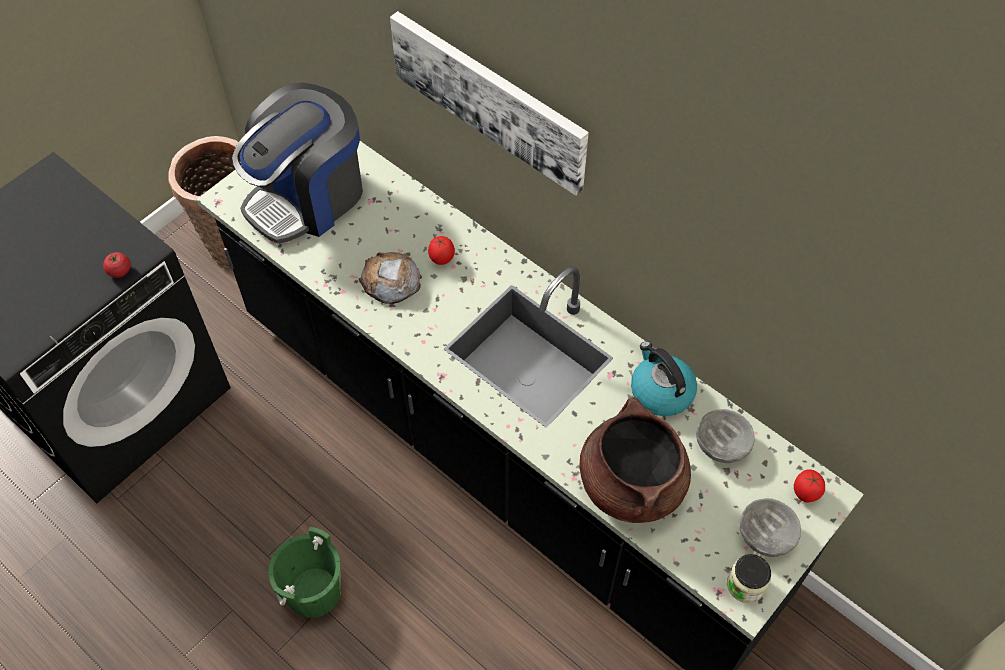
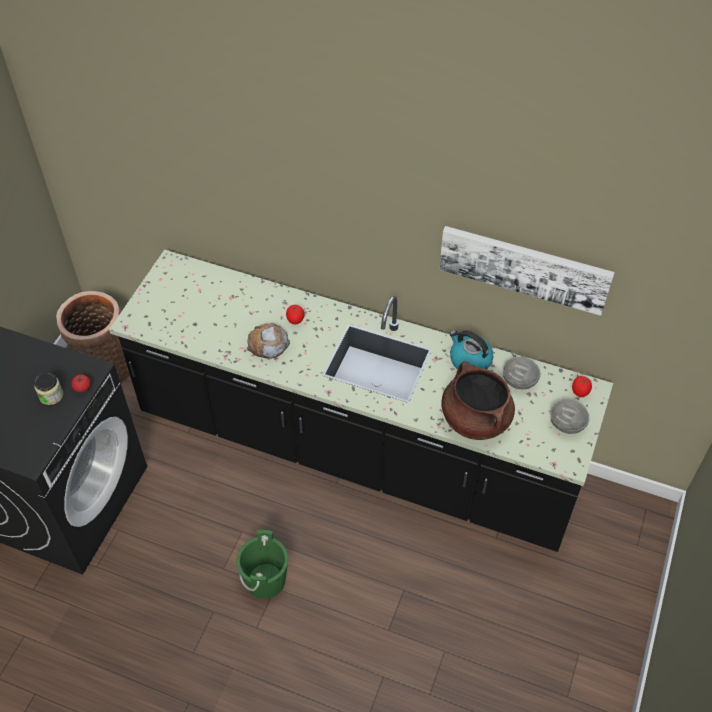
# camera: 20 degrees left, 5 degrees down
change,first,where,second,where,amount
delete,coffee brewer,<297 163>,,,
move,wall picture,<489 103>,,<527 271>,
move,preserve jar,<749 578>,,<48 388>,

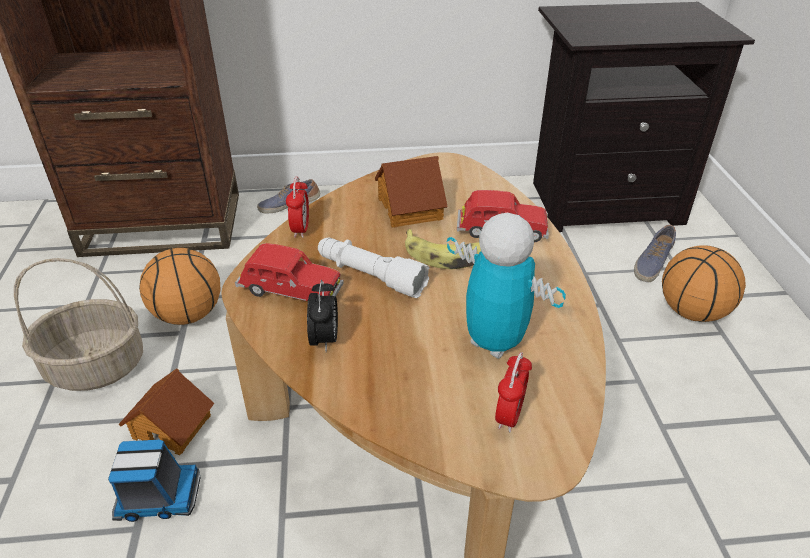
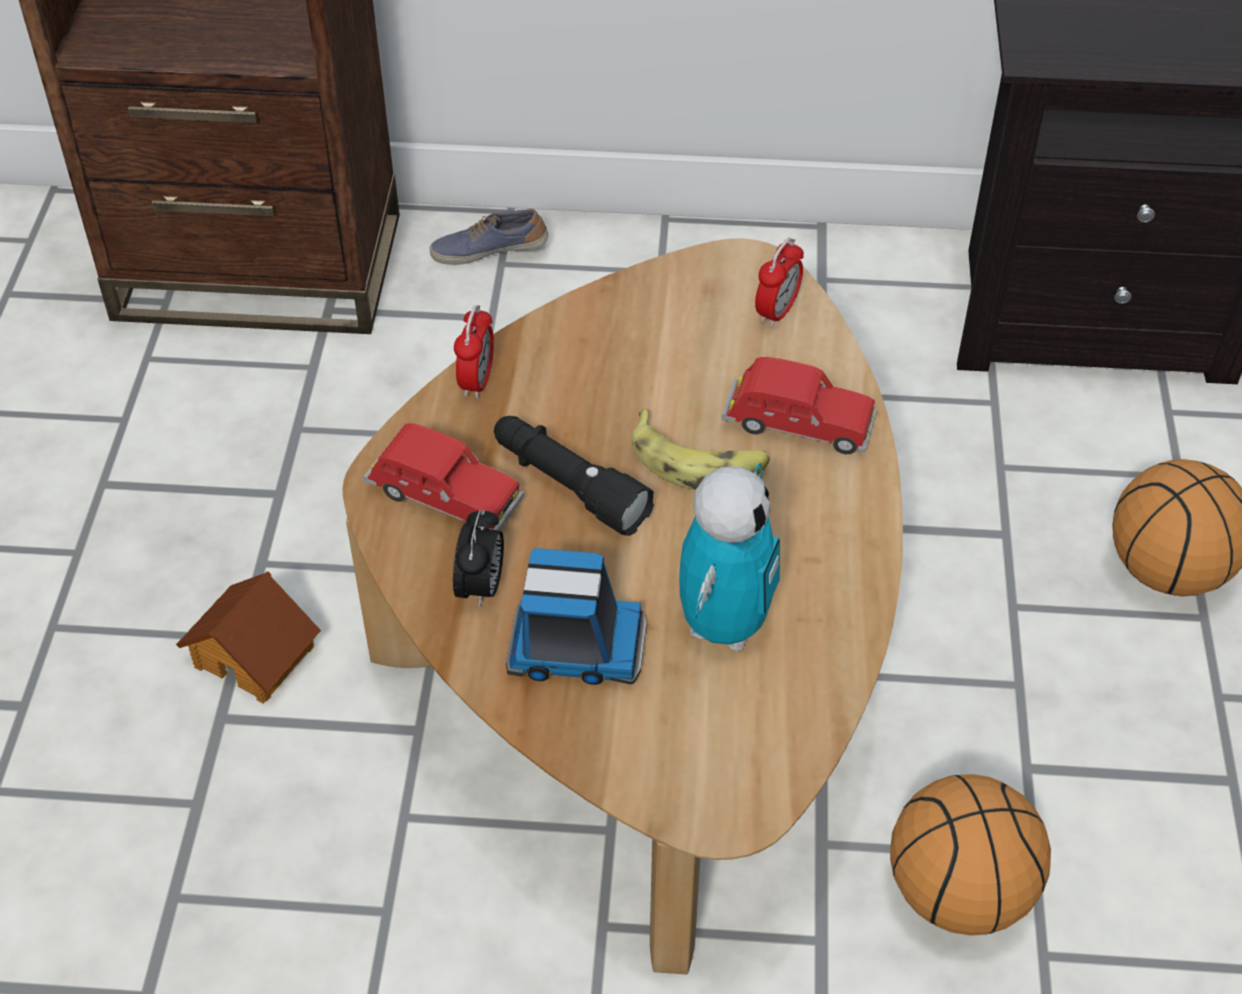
# camera: 10 degrees right, 10 degrees up
change,first,where,second,where,amount
delete,basket,<78 324>,,,
move,toy truck,<154 481>,,<576 616>,
move,basketball,<179 286>,,<970 854>,
recolor,torch (whitish),<374 267>,torch (black),<574 476>,
delete,miniature house,<411 191>,,,
rotate,robot figure,<506 286>,,<729 557>,60 degrees clockwise
move,bedside clock,<513 392>,,<779 283>,
delete,shoe,<655 253>,,,

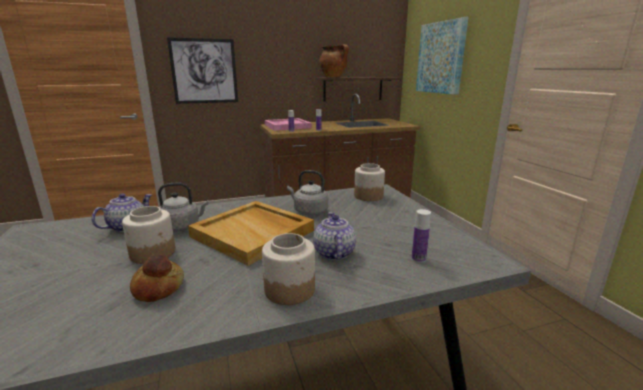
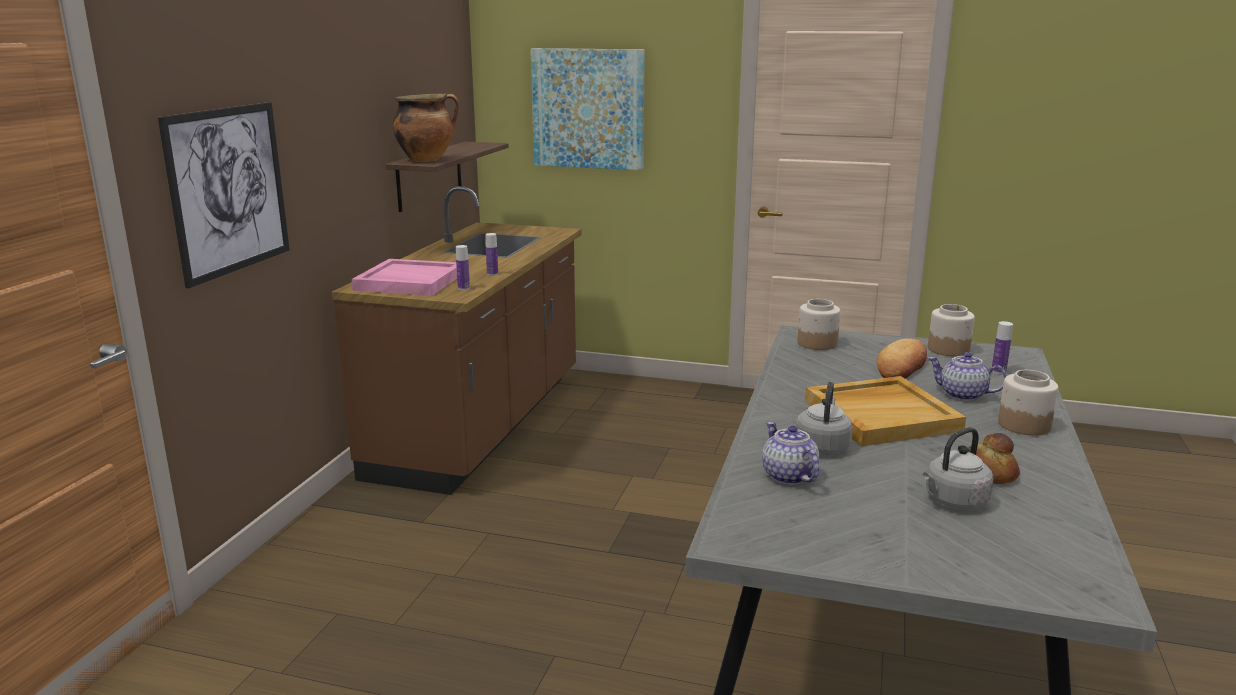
# camera: 55 degrees left, 0 degrees up
change,first,where,second,where,amount
move,preserve jar,<148 235>,,<951 330>,
move,water kettle (grey),<307 192>,,<958 468>,
insert,,,bread,<902 358>,

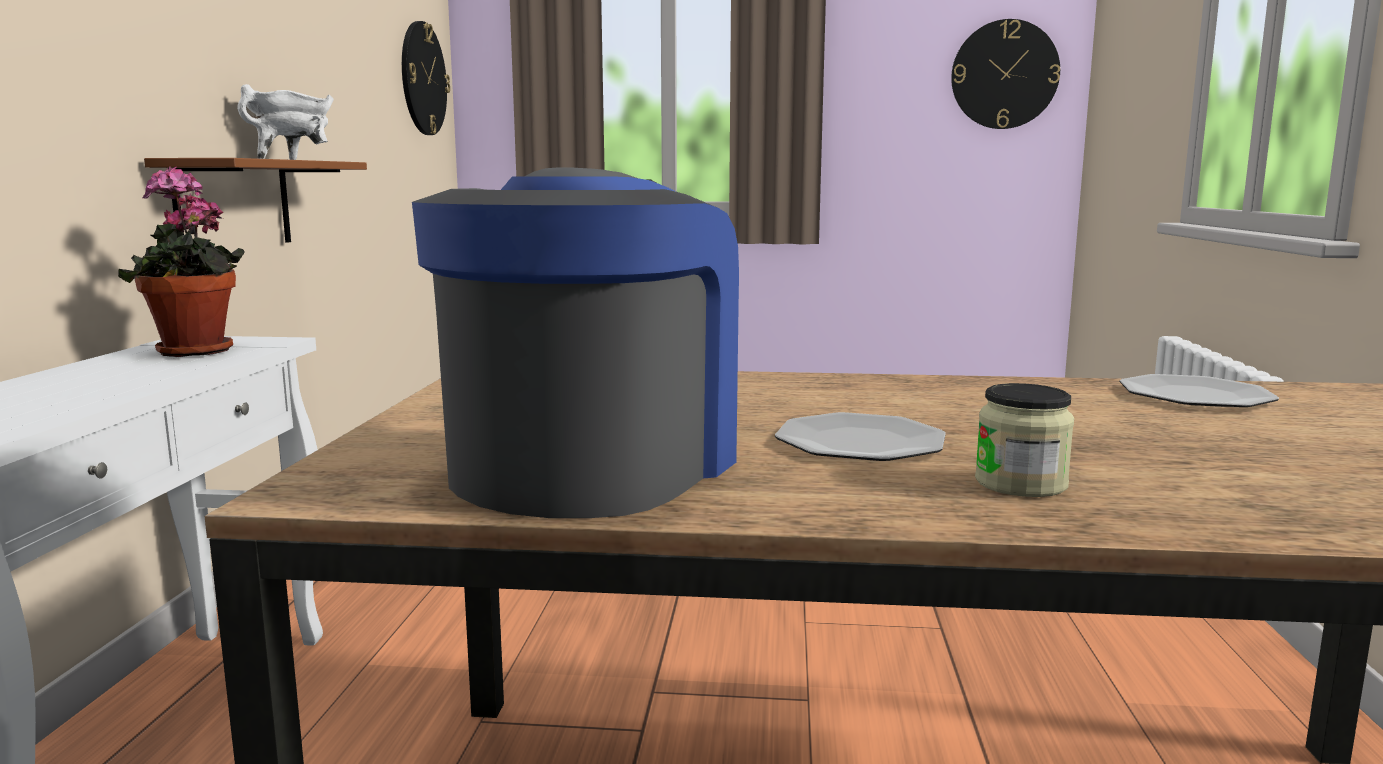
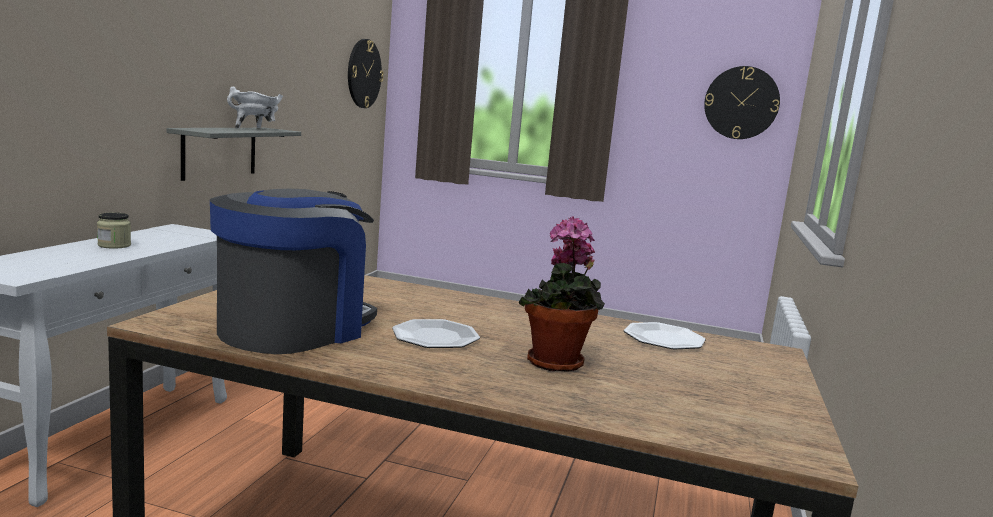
# camera: 10 degrees right, 0 degrees up
change,first,where,second,where,amount
move,potted plant,<181 262>,,<562 294>,
recolor,wall shelf (brownish),<255 205>,wall shelf (grey),<234 154>,
move,preserve jar,<1024 440>,,<114 230>,

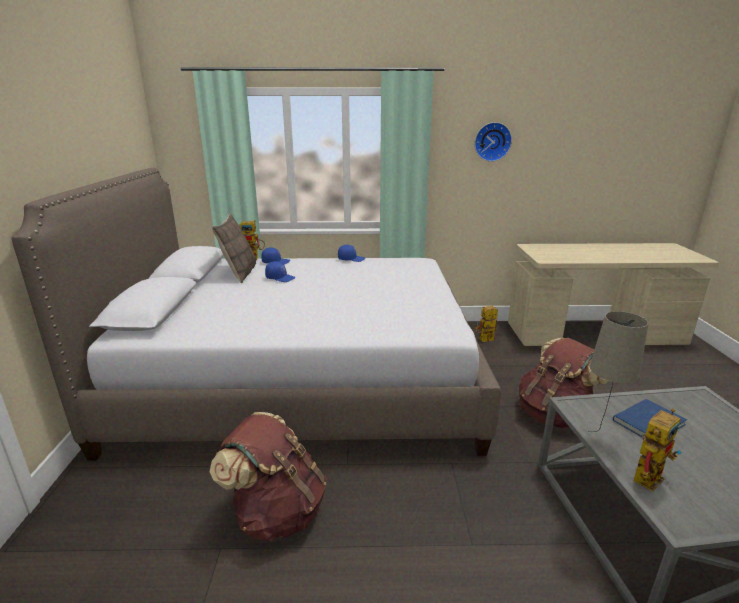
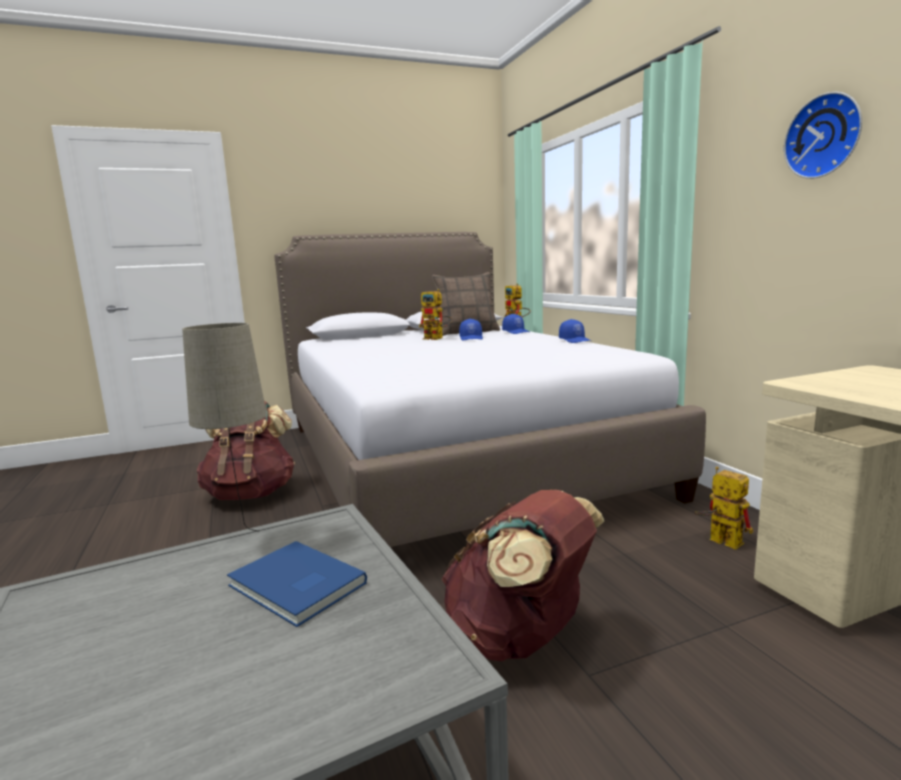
# camera: 70 degrees right, 10 degrees down
change,first,where,second,where,amount
move,robot figure,<657 450>,,<435 314>,

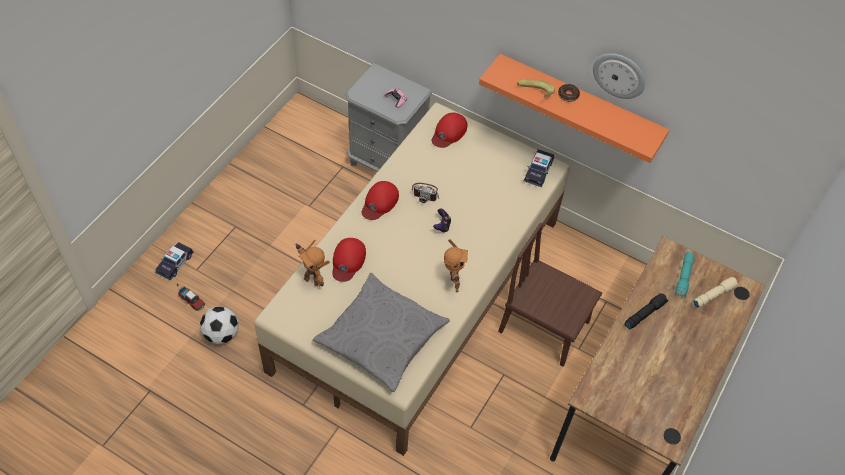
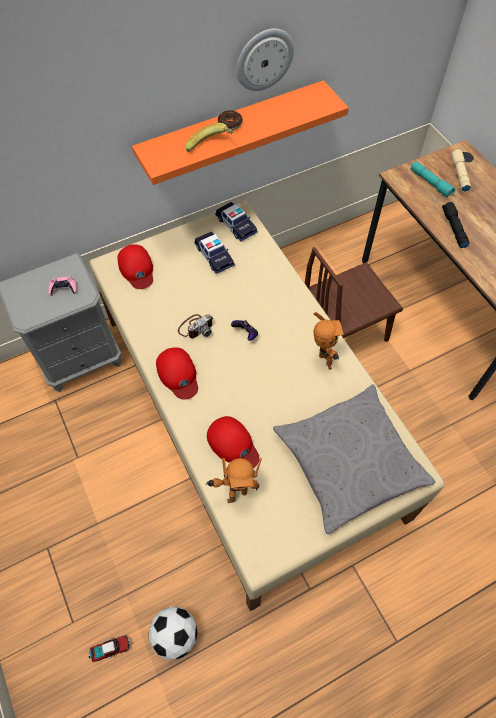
# camera: 55 degrees left, 5 degrees up
change,first,where,second,where,amount
move,toy car,<174 261>,,<214 252>,
rotate,robot figure,<456 265>,,<328 341>,45 degrees clockwise

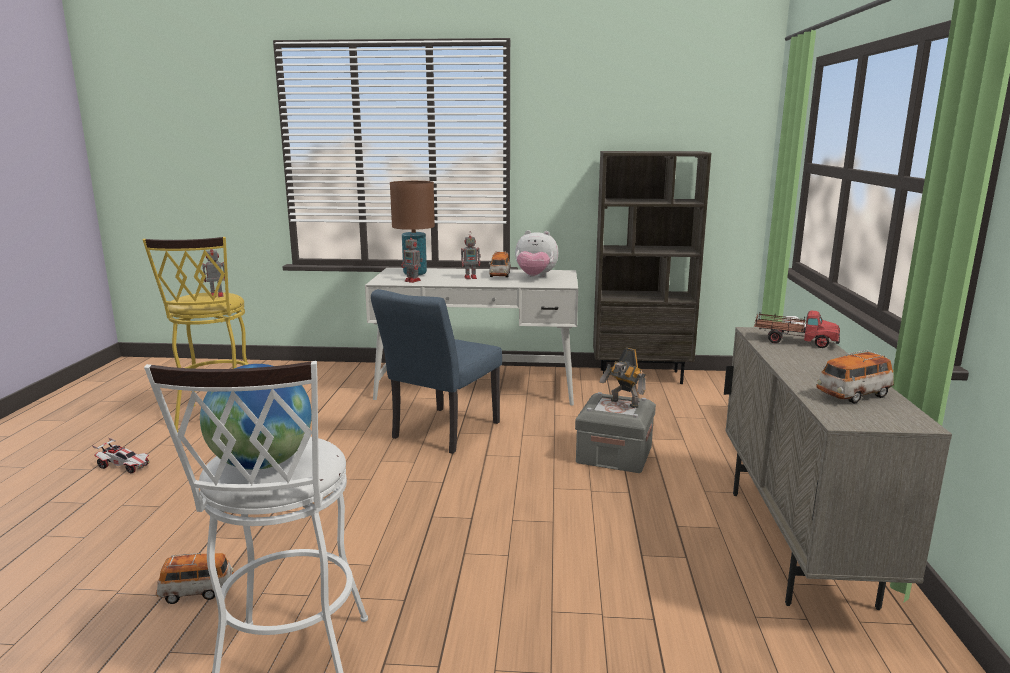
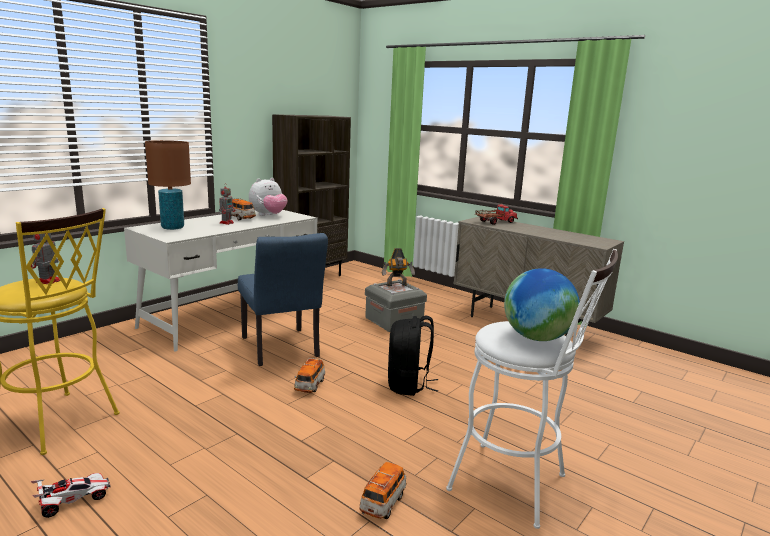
# camera: 55 degrees left, 0 degrees up
change,first,where,second,where,amount
delete,robot figure,<412 258>,,,
move,toy car,<855 376>,,<309 375>,
insert,,,knapsack (black),<413 356>,

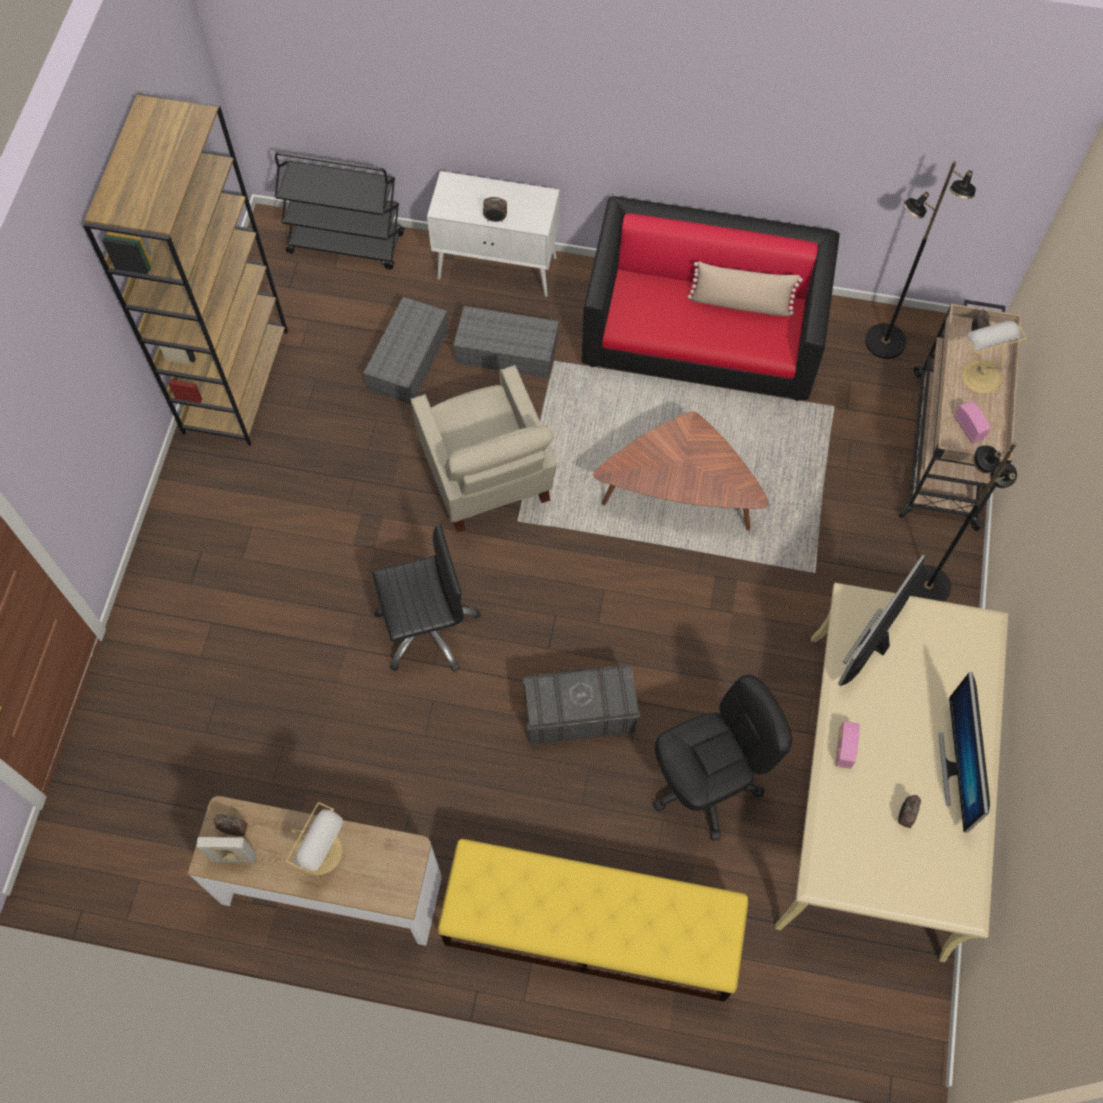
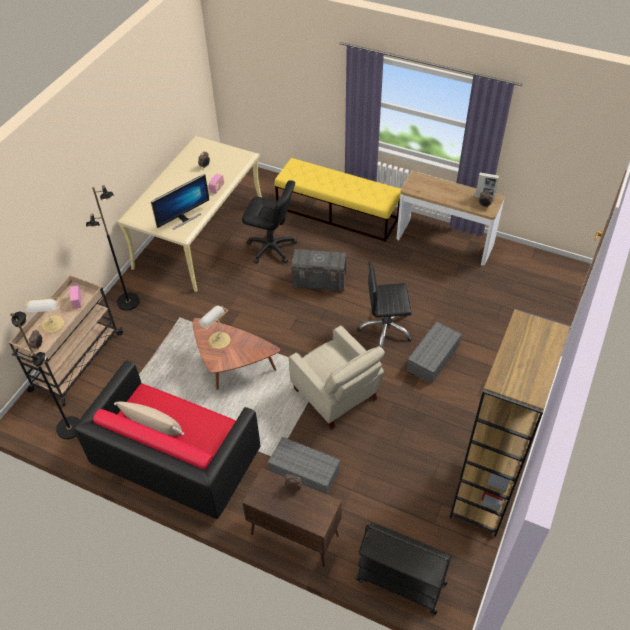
# camera: 165 degrees left, 15 degrees down
change,first,where,second,where,amount
move,lamp for a table,<314 838>,,<214 327>,
move,storage box (grey),<406 350>,,<434 353>,
rotate,armchair (sand-coloured),<483 448>,,<337 377>,150 degrees clockwise
recolor,cabinet (whitish),<493 234>,cabinet (brownish),<292 517>,
rotate,desk chair (black),<722 758>,,<269 222>,150 degrees counterclockwise
delete,computer display,<964 752>,,,

